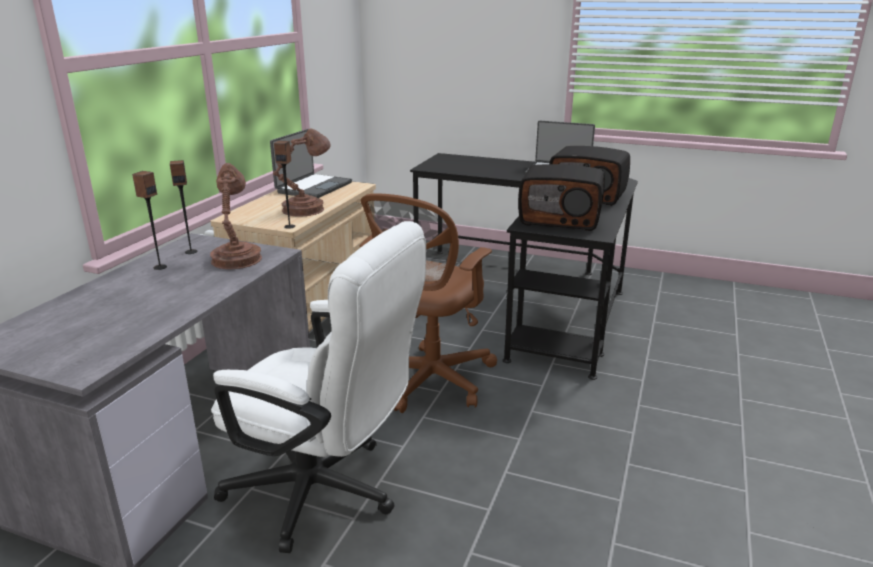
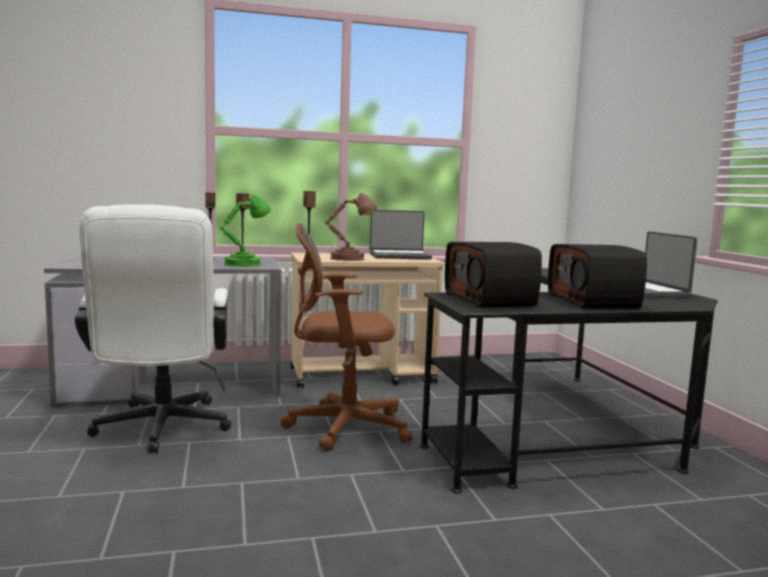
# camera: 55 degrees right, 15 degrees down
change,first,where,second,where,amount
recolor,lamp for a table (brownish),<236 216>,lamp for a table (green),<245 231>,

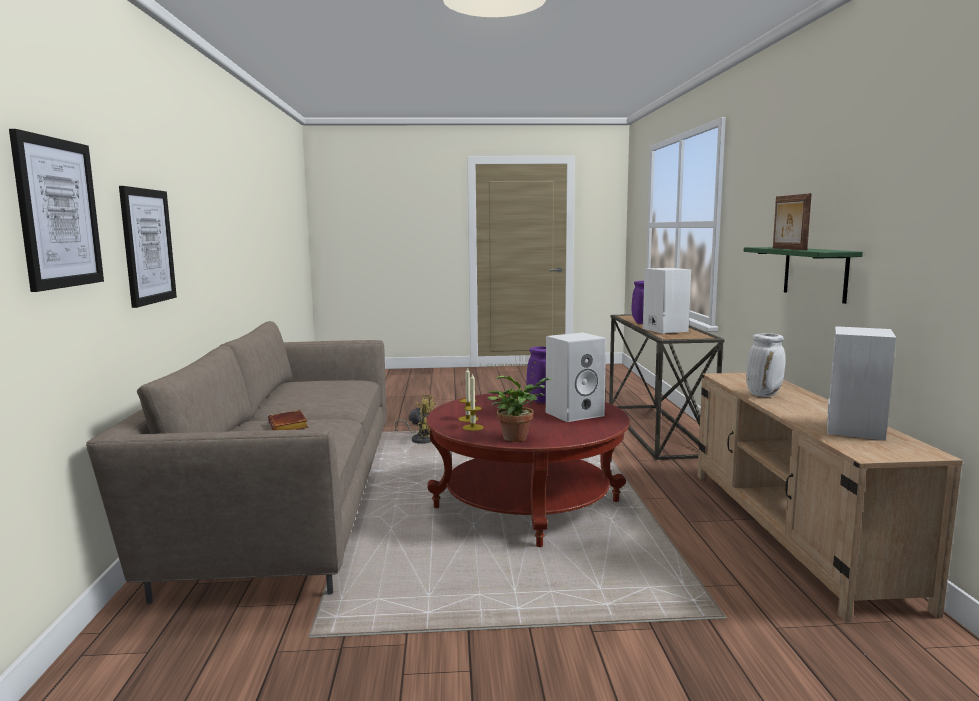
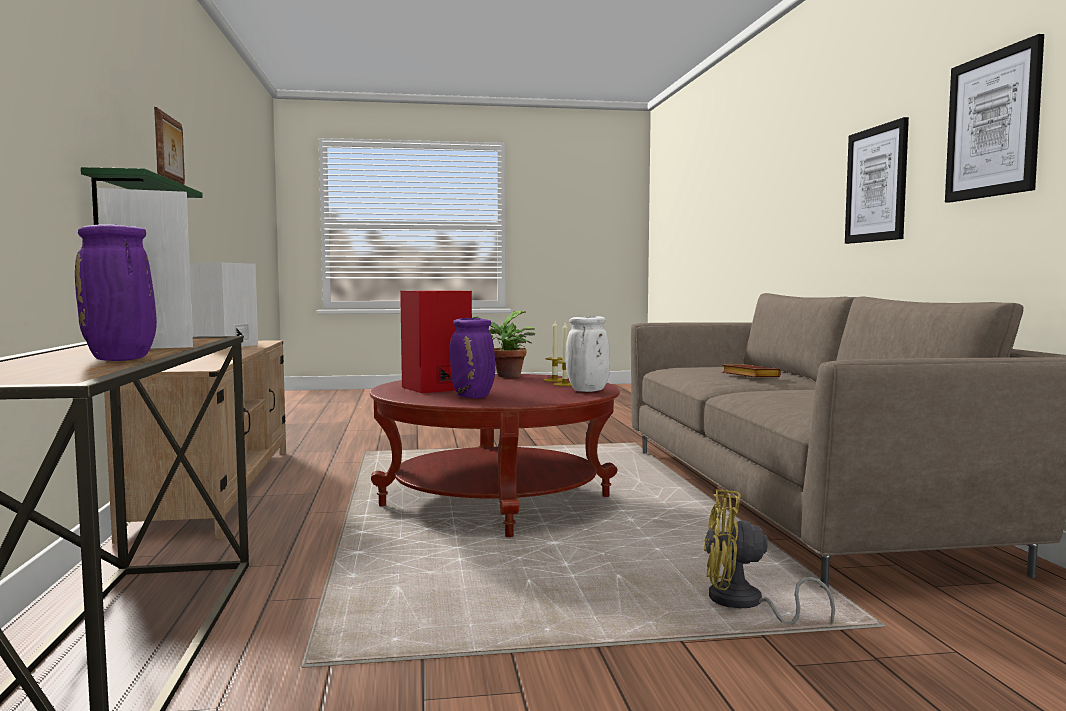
# camera: 175 degrees right, 5 degrees down
change,first,where,second,where,amount
move,wall picture,<56 210>,,<994 118>,
recolor,loudspeaker (whitish),<576 377>,loudspeaker (red-coloured),<436 341>,
move,flower vase (whitish),<766 365>,,<588 354>,

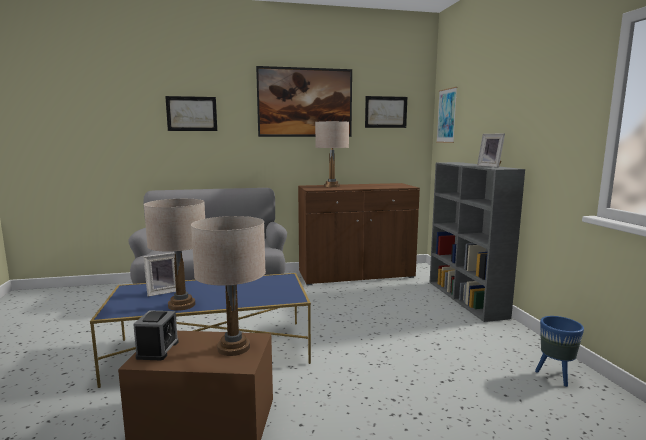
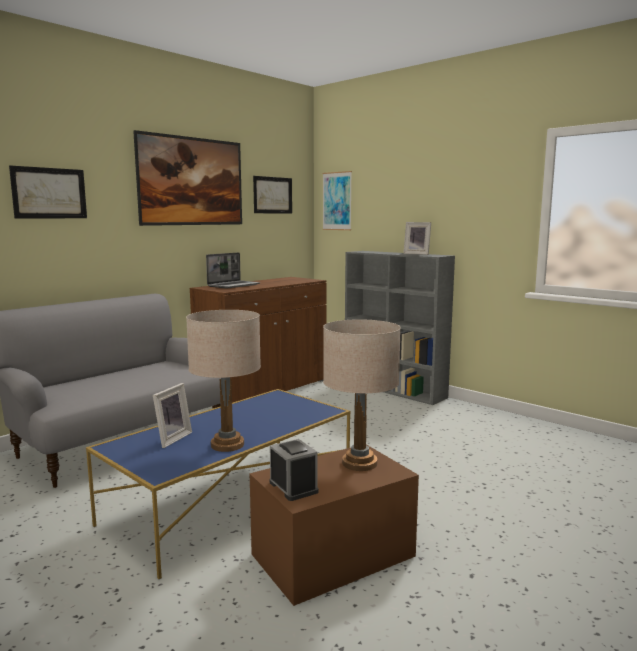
# camera: 35 degrees left, 0 degrees up
change,first,where,second,where,amount
replace,lamp for a table (sand-coloured),<332 154>,notebook computer,<233 270>,
delete,plant pot (bluish),<559 351>,,,

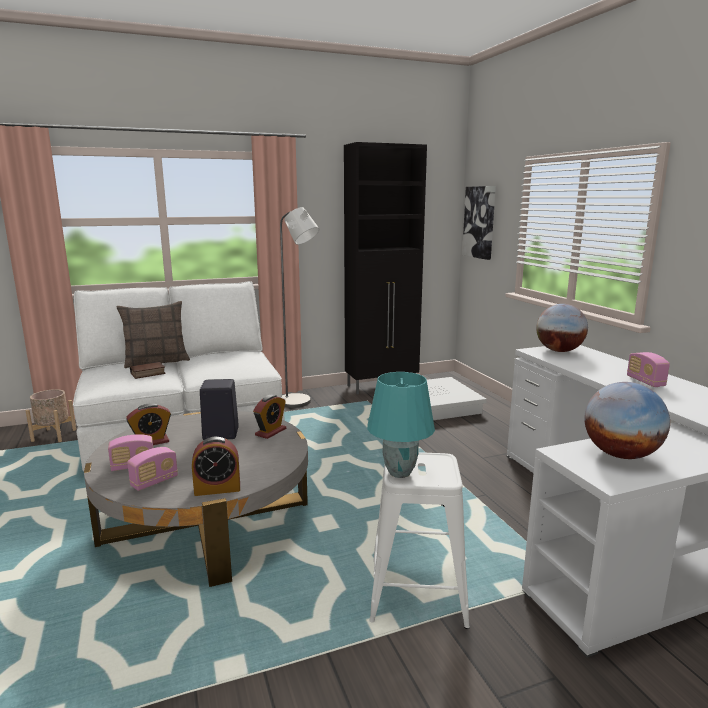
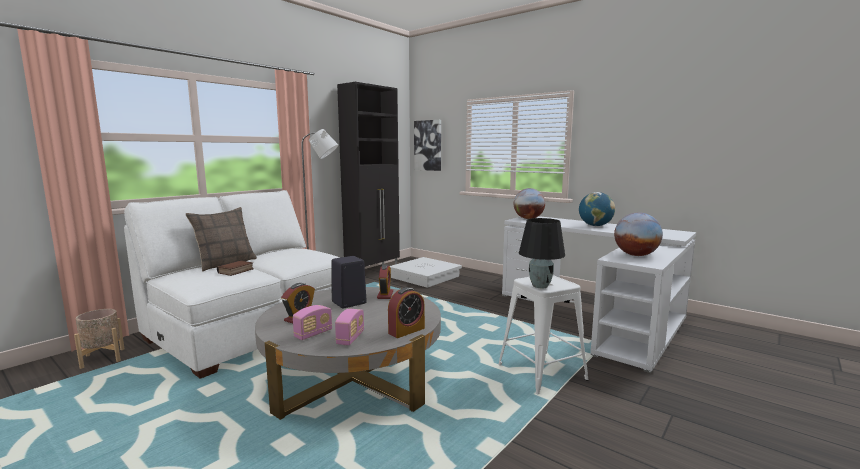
# camera: 30 degrees left, 5 degrees down
change,first,where,second,where,amount
recolor,lamp for a table (blue-green),<401 425>,lamp for a table (black),<542 253>,
replace,radio receiver,<648 369>,desk globe,<597 209>,

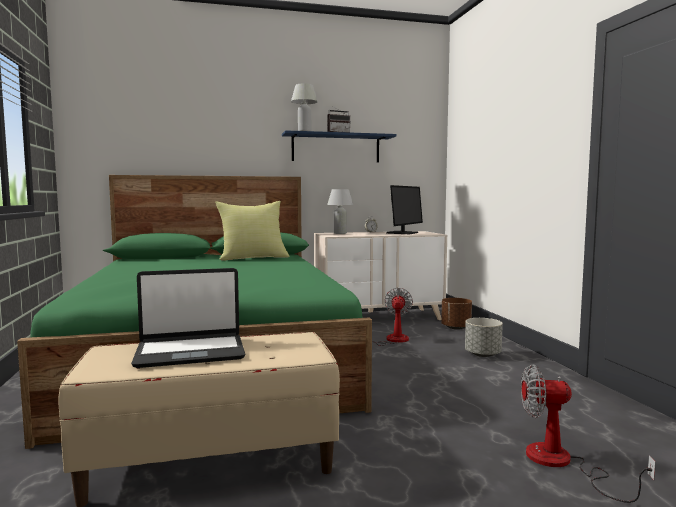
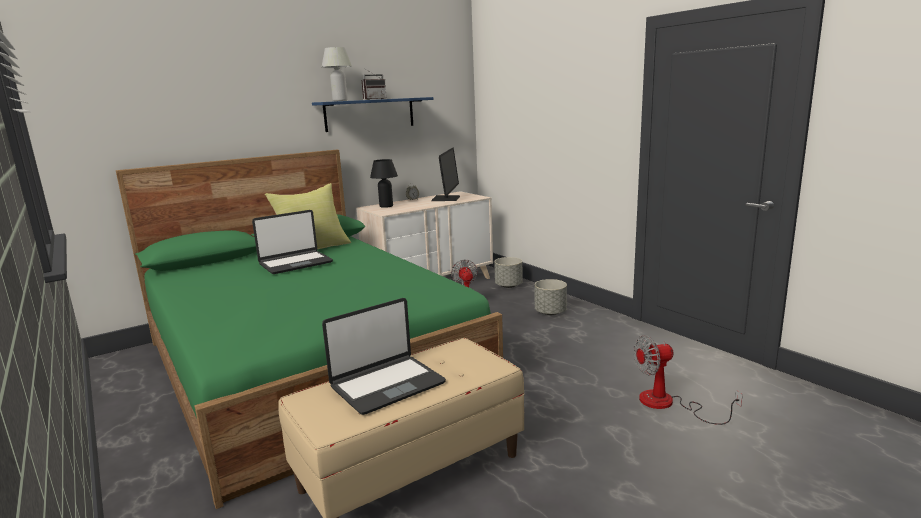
# camera: 20 degrees left, 10 degrees up
change,first,where,second,where,amount
recolor,lamp for a table (whitish),<340 211>,lamp for a table (black),<384 183>,
recolor,plant pot (brownish),<456 314>,plant pot (grey),<508 272>,
insert,,,notebook computer,<292 242>,

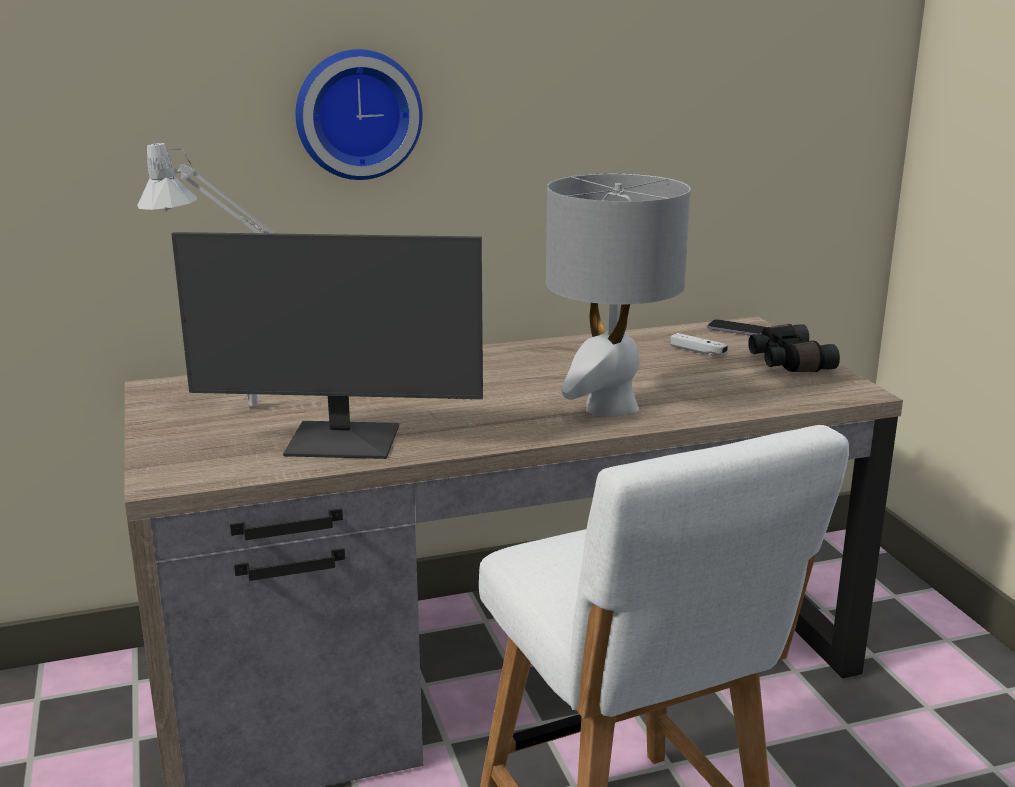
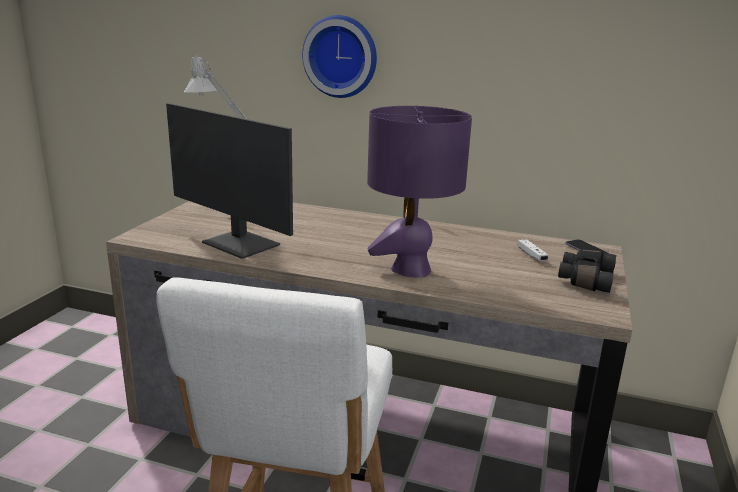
# camera: 35 degrees right, 0 degrees up
change,first,where,second,where,amount
recolor,lamp for a table (grey),<618 294>,lamp for a table (purple-coloured),<419 192>,

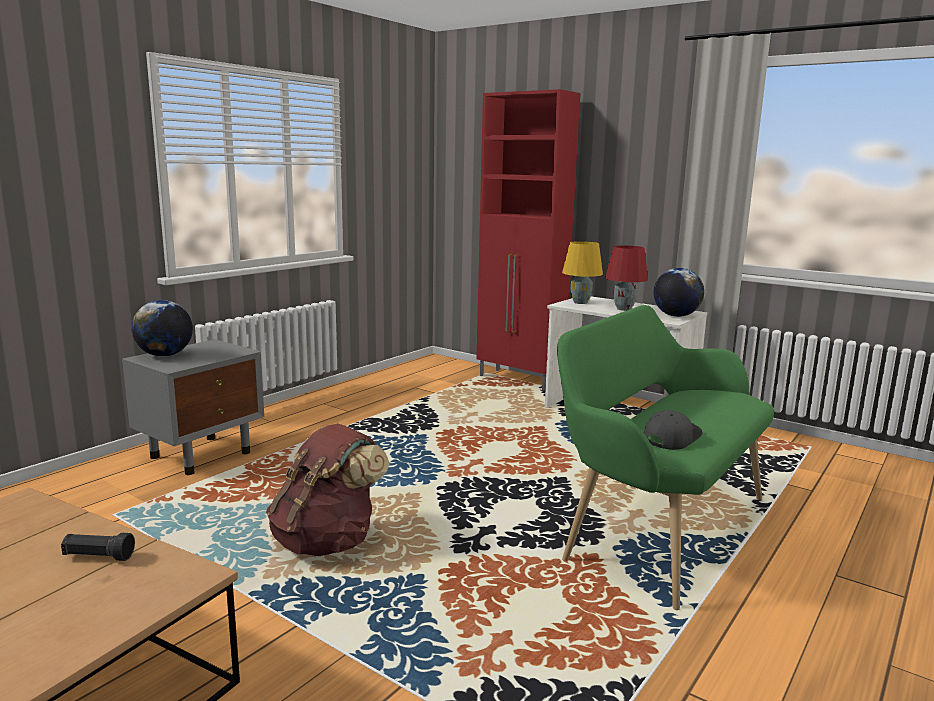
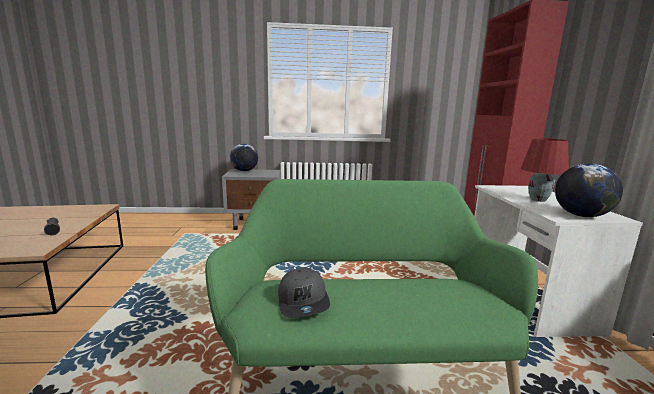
# camera: 50 degrees right, 0 degrees up
change,first,where,second,where,amount
delete,knapsack (brownish),<328 489>,,,
delete,lamp for a table (yellow-coloured),<582 272>,,,
rotate,baseball cap (grey),<673 430>,,<304 293>,75 degrees clockwise

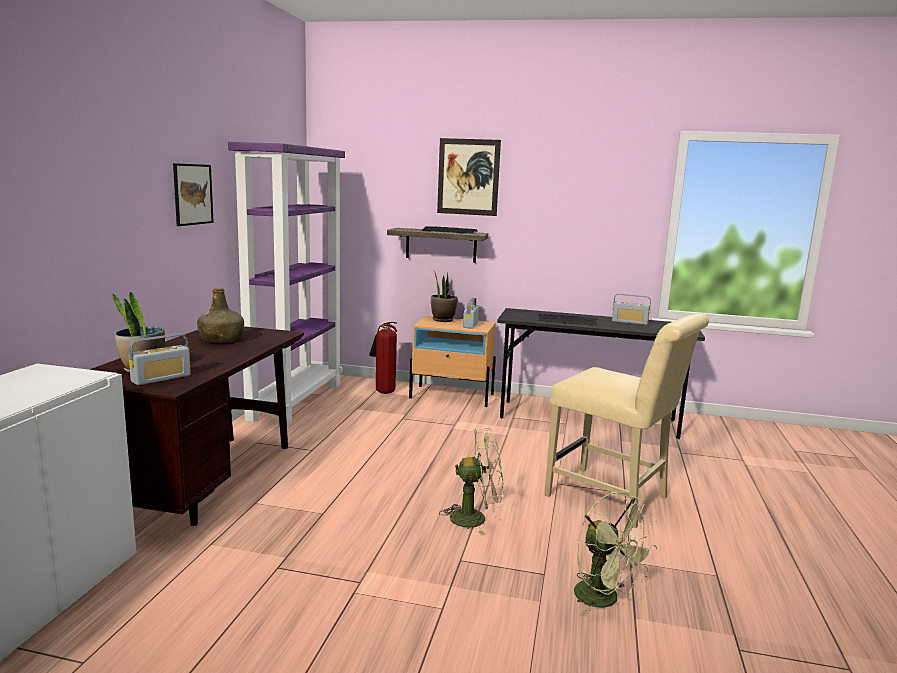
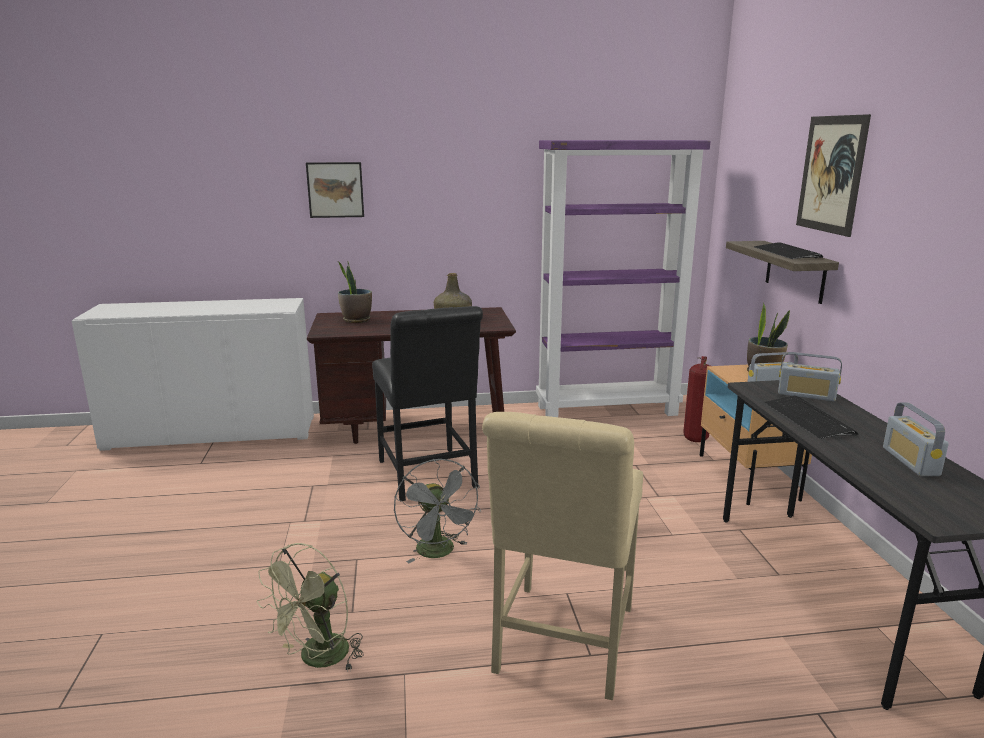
# camera: 70 degrees right, 5 degrees up
change,first,where,second,where,amount
move,radio receiver,<160 359>,,<810 376>,
move,wall picture,<193 194>,,<335 190>,
recolor,cooling fan (green),<471 482>,cooling fan (grey),<437 511>,
insert,,,upright chair (black),<427 403>,

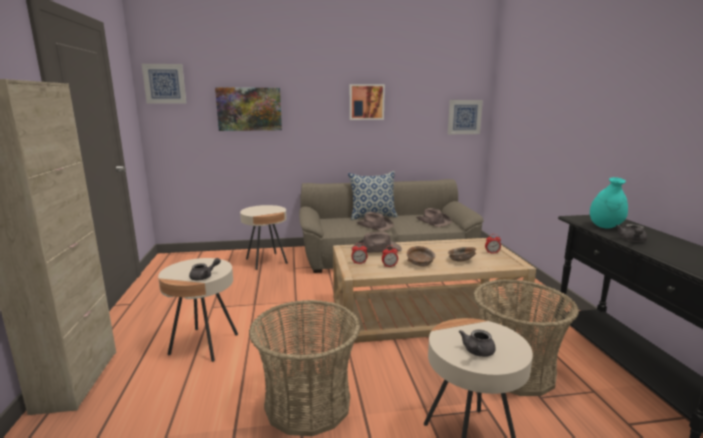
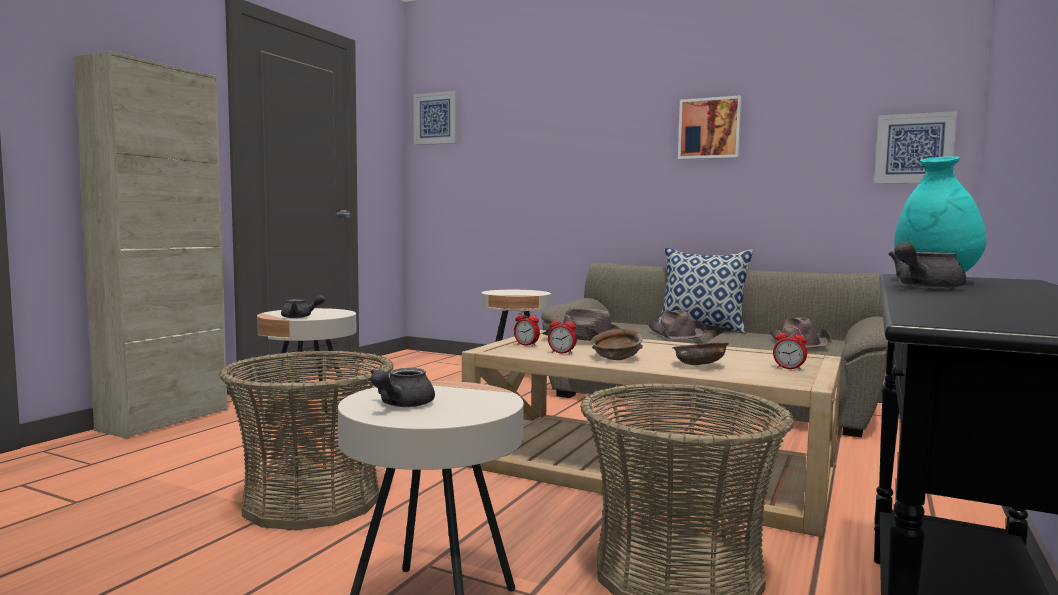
# camera: 35 degrees right, 10 degrees down
change,first,where,second,where,amount
delete,wall picture,<248 109>,,,
rotate,teapot (grey),<477 343>,,<403 387>,45 degrees counterclockwise

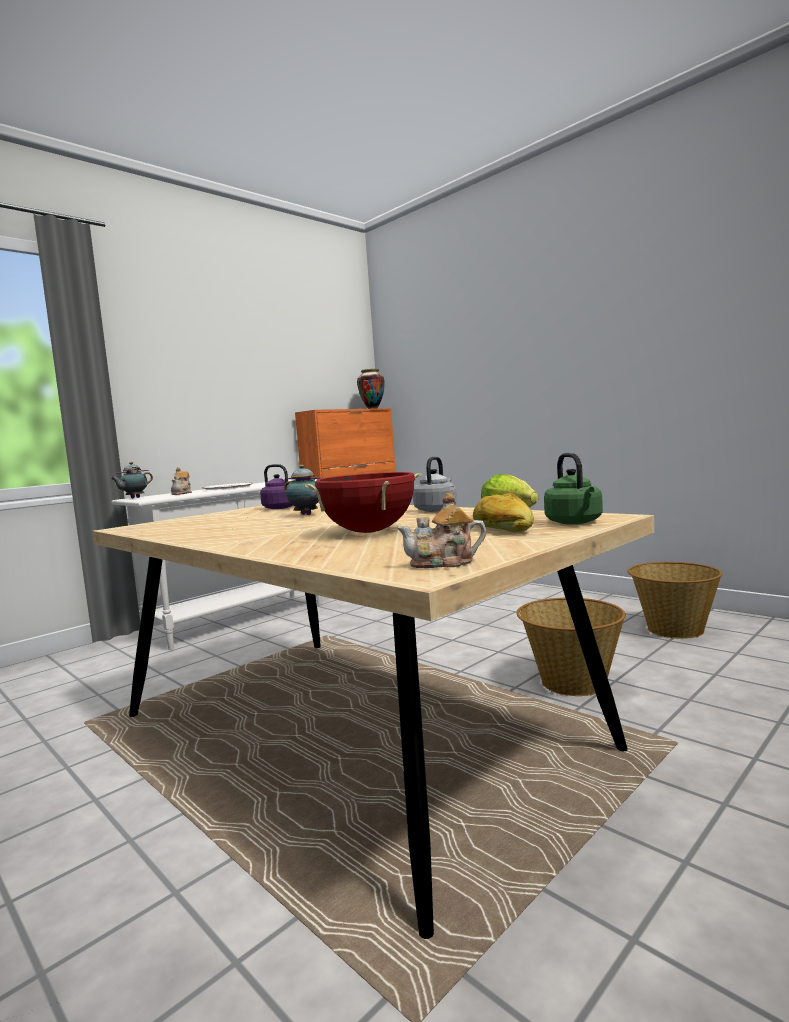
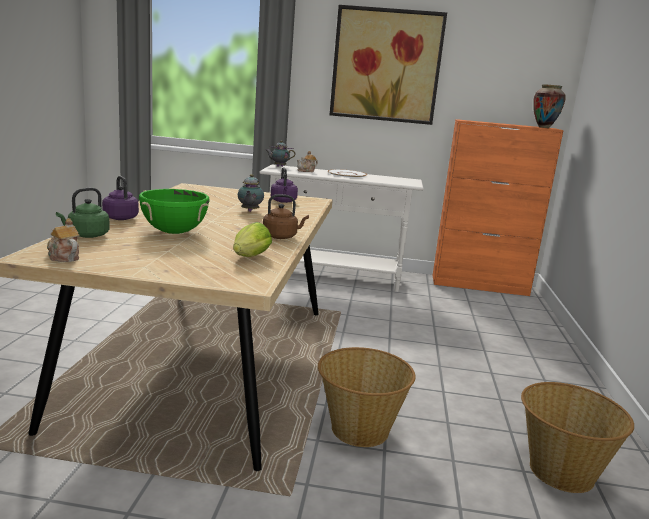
# camera: 50 degrees right, 10 degrees up
change,first,where,second,where,amount
recolor,stockpot (red-coloured),<362 502>,stockpot (green),<174 211>,
recolor,water kettle (grey),<435 484>,water kettle (brownish),<286 216>,
delete,bread,<503 513>,,,
move,water kettle (green),<573 488>,,<83 213>,
insert,,,water kettle (purple-coloured),<120 198>,
insert,,,wall picture,<388 65>,

